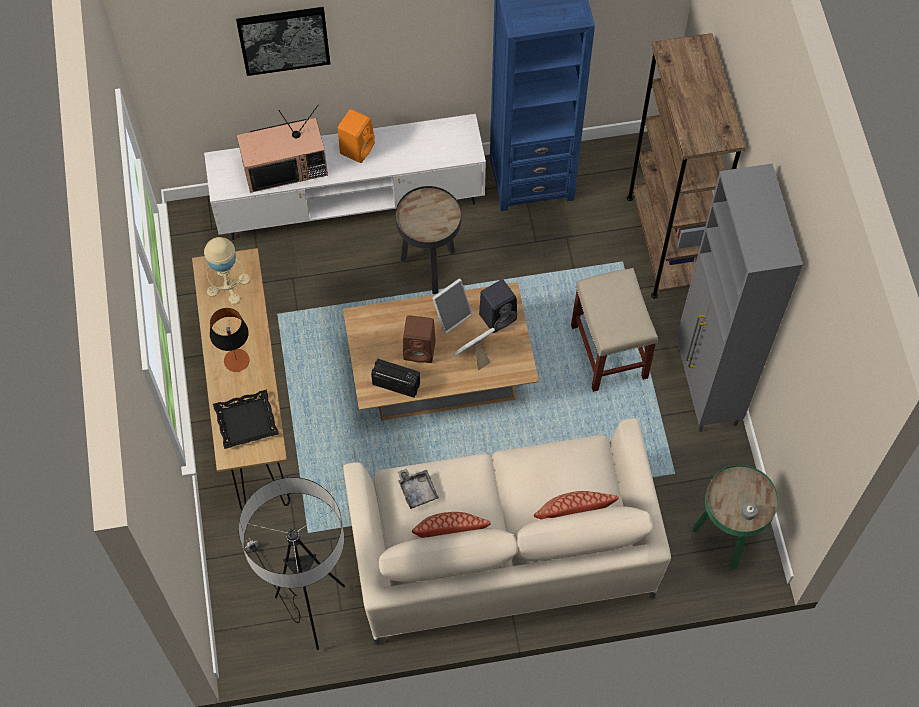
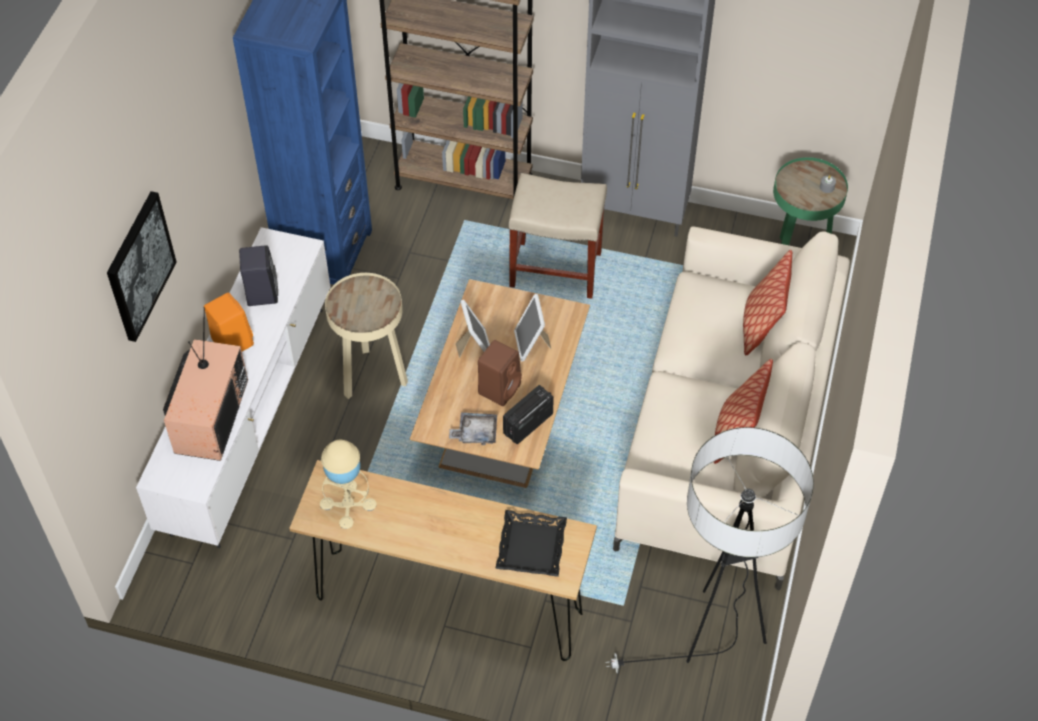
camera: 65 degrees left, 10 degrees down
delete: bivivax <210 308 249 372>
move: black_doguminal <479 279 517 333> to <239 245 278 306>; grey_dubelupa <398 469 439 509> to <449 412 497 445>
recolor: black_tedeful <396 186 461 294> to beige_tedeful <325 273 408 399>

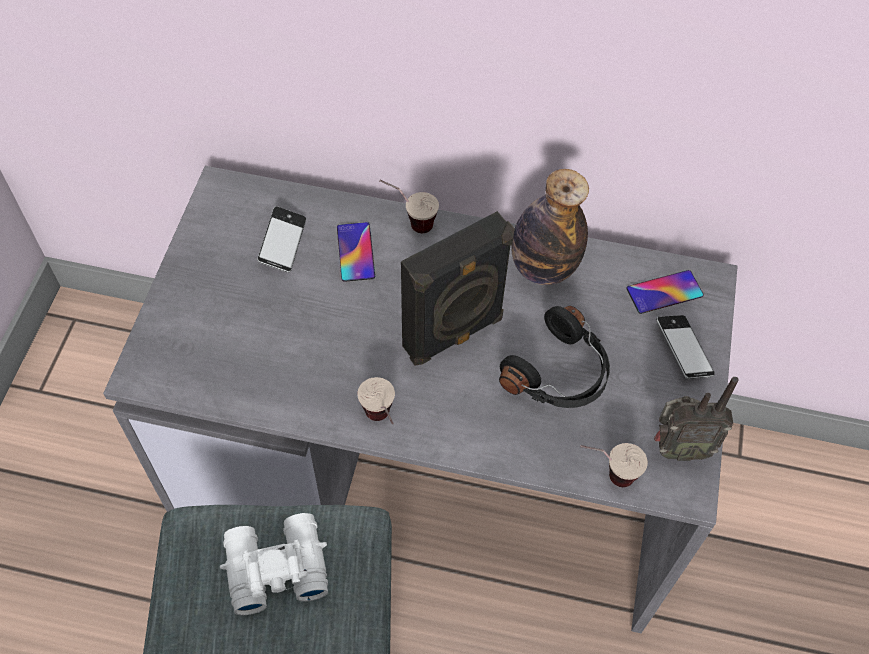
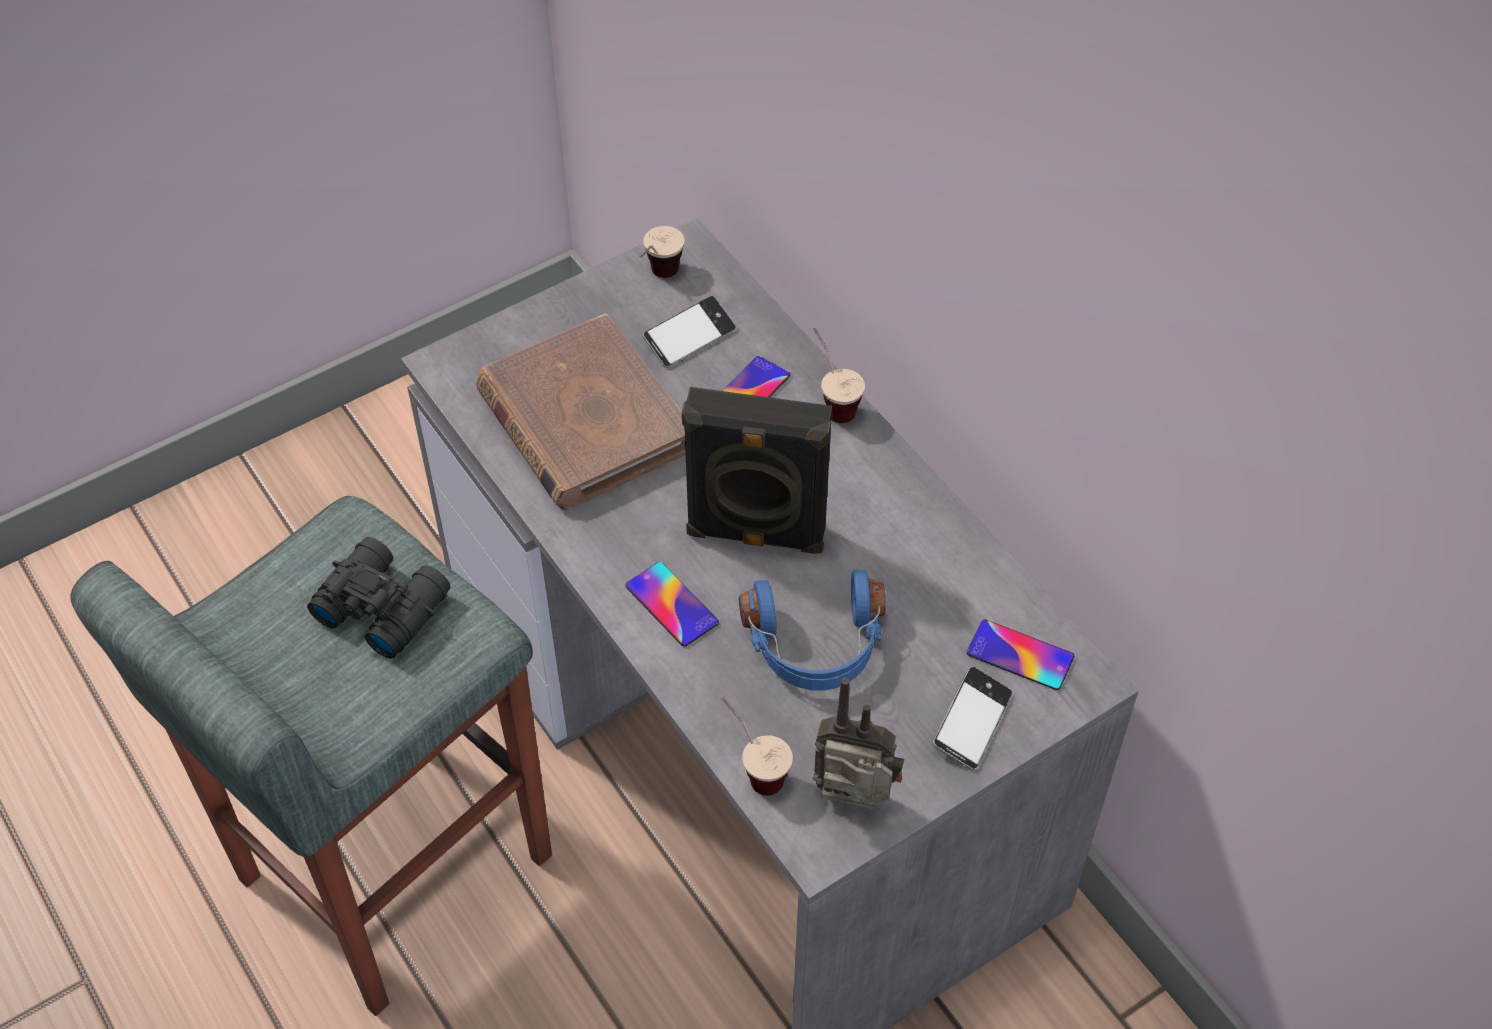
camera: 45 degrees right, 5 degrees down
delete: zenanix <511 169 589 285>
insert: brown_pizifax <476 313 686 510>; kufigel <625 562 719 647>
move: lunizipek <357 377 395 425> to <640 226 684 278>
recolor: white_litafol <220 513 328 615> to black_litafol <307 537 450 658>; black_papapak <499 306 610 408> to blue_papapak <739 570 886 691>
rotate: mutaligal <654 377 739 461> = <813 677 904 810> 150 degrees clockwise

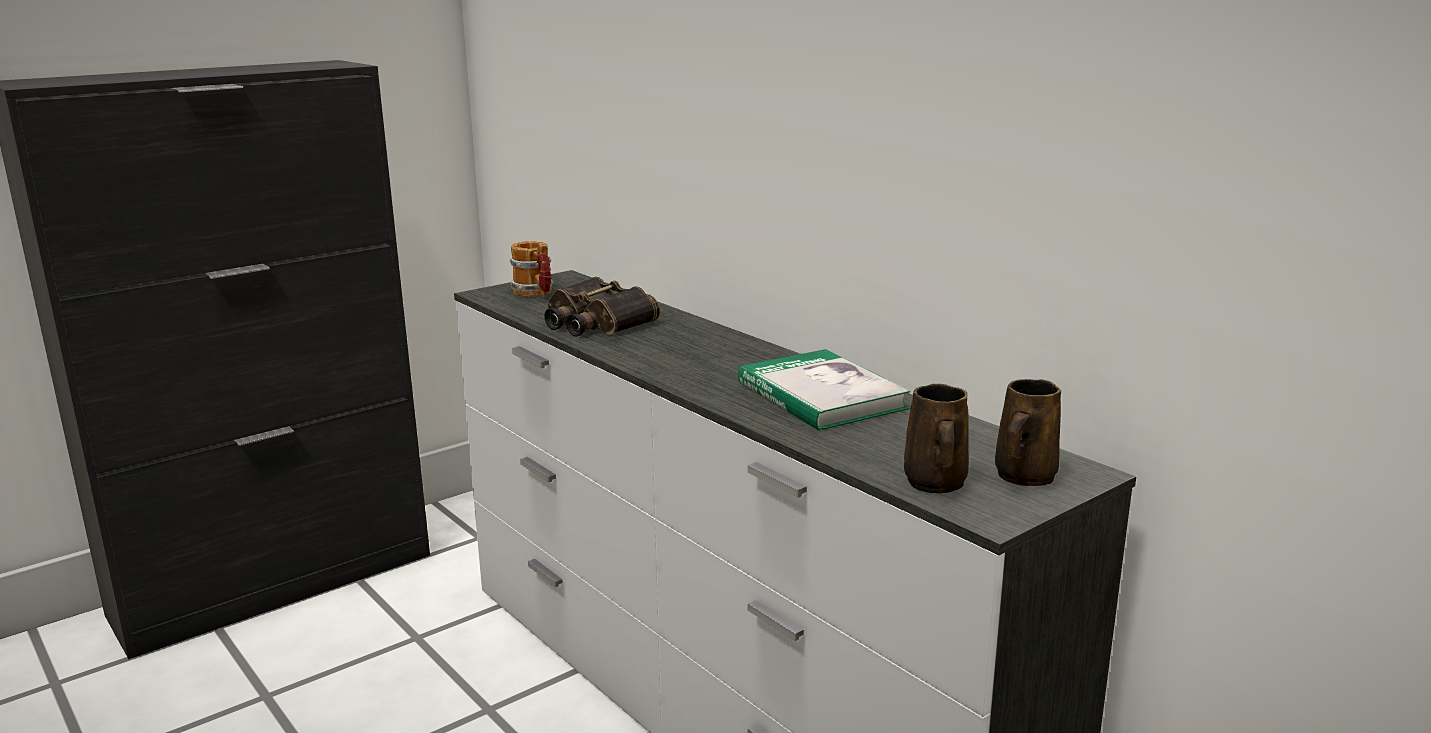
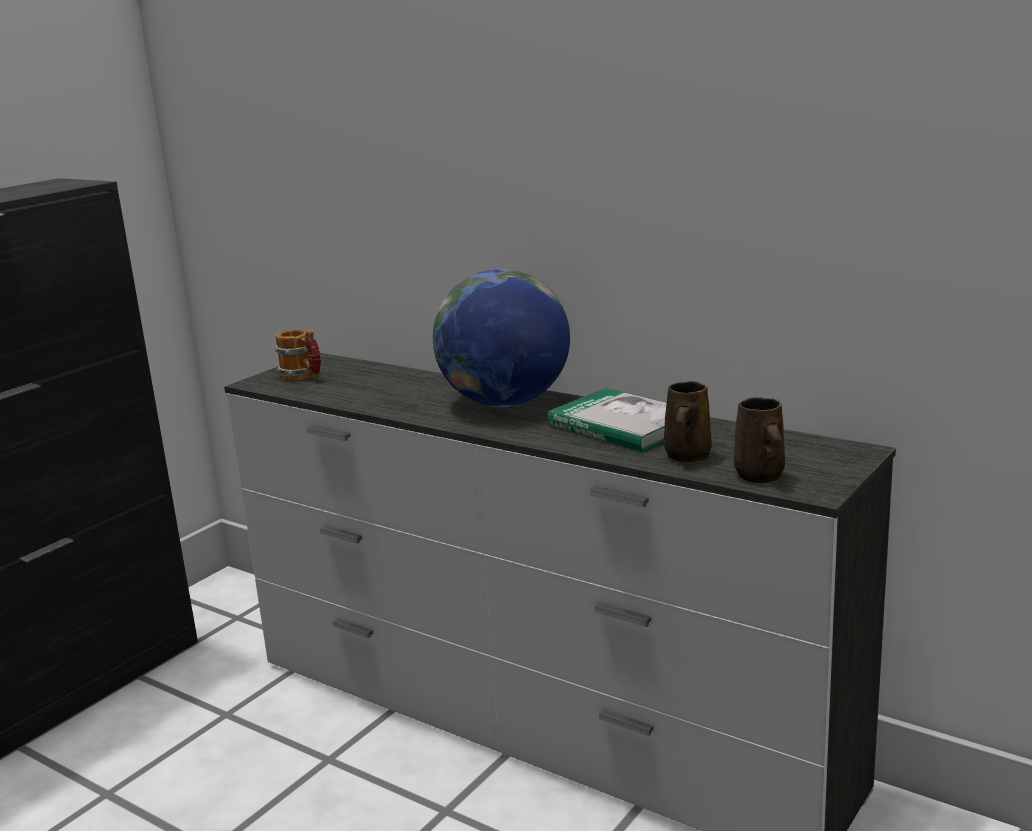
camera: 15 degrees left, 0 degrees up
delete: litafol <544 277 660 337>
insert: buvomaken <433 269 570 407>
move: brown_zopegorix <995 379 1061 486> to <664 381 712 462>

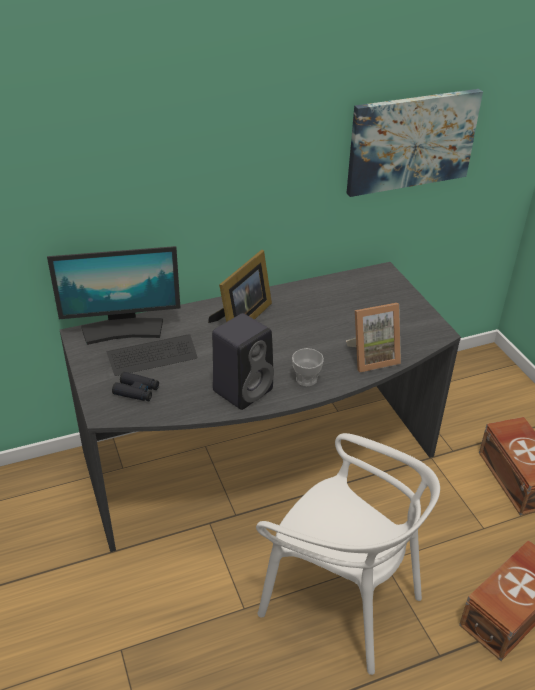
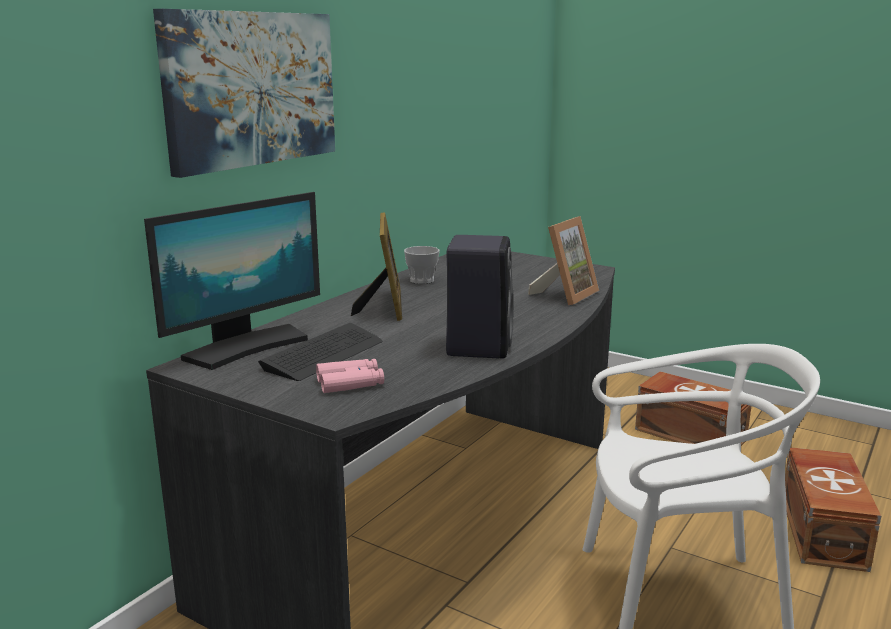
camera: 35 degrees left, 20 degrees down
move: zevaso <346 89 483 197> to <153 9 335 178>; lunizipek <292 348 324 386> to <404 246 439 284>
recolor: black_litafol <112 372 159 401> to pink_litafol <316 359 384 393>

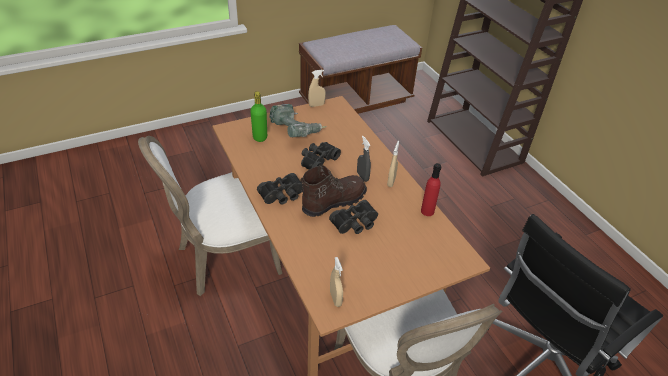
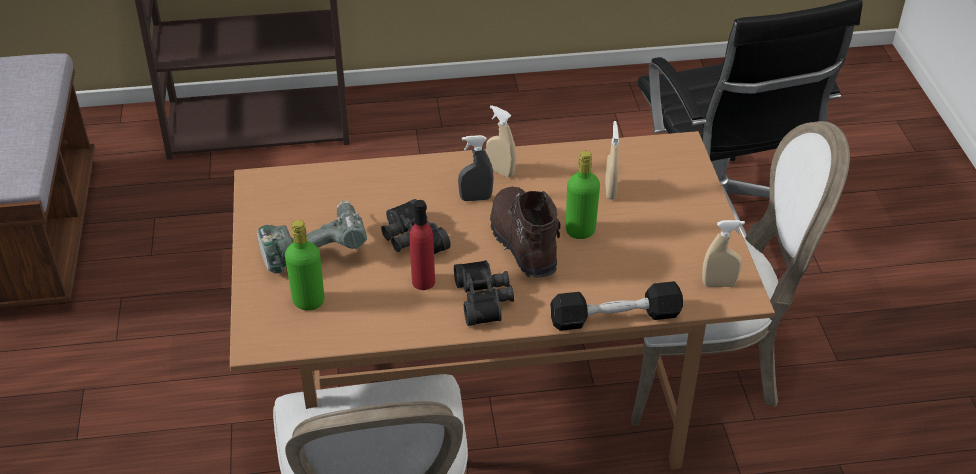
camera: 70 degrees left, 0 degrees up
insert: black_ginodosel <550 281 683 331>
move: red_zenanix <421 163 441 216> to <410 200 435 290>; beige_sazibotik <308 69 326 107> to <605 121 619 200>
replace: black_litafol <329 200 378 234> to green_zenanix <566 151 600 239>

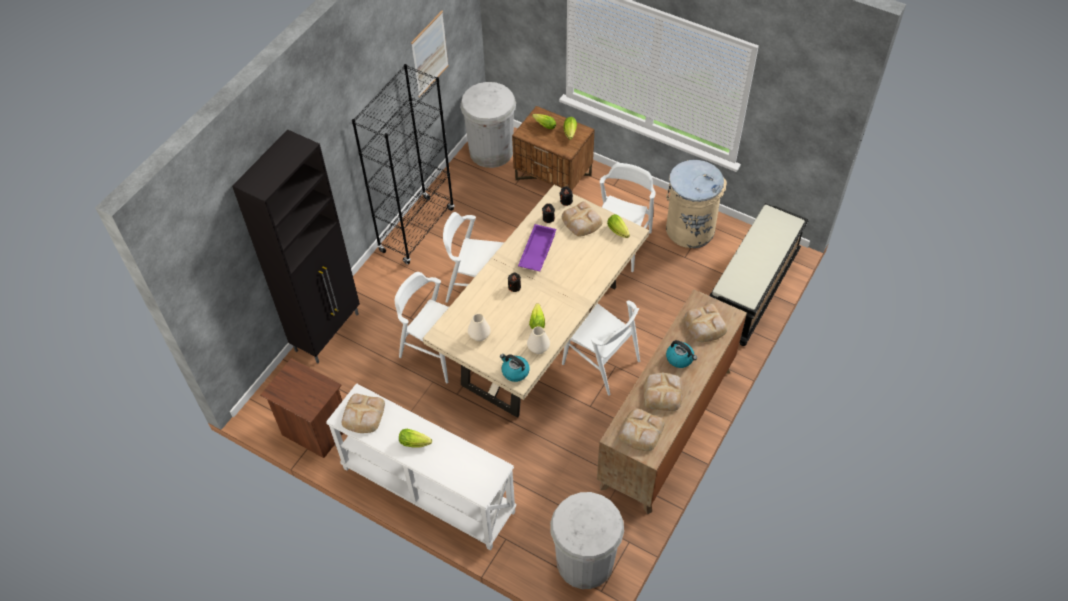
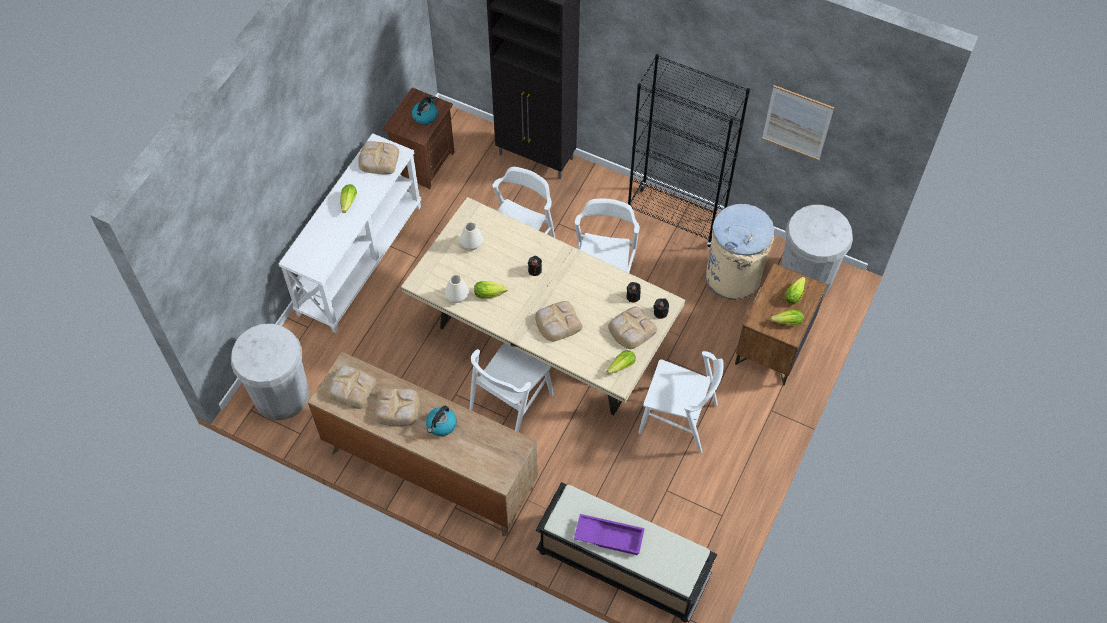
camera: 85 degrees right, 5 degrees up
move: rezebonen <500 354 530 382> to <412 95 438 125>; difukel <685 304 727 342> to <535 301 583 342>; purple_dubelupa <518 224 557 271> to <574 514 645 555>; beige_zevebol <666 160 727 248> to <706 204 774 300>

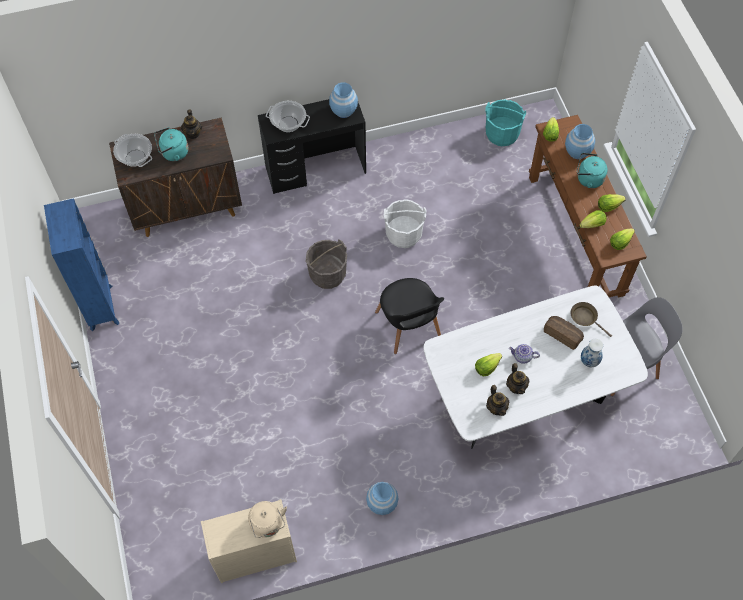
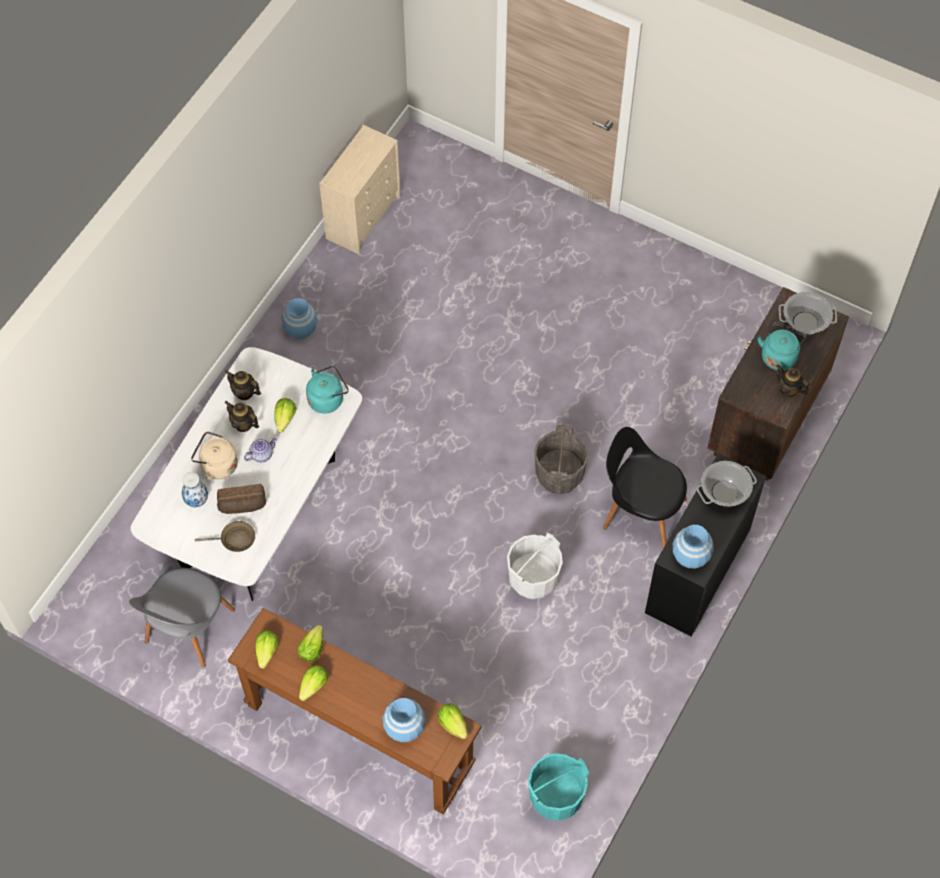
camera: 135 degrees right, 0 degrees up
delete: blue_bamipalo <44 198 120 331>
move: beige_rezebonen <248 501 287 538> to <191 431 238 480>; turquoise_rezebonen <577 153 608 188> to <306 365 349 414>; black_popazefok <375 278 444 354> to <603 427 687 548>

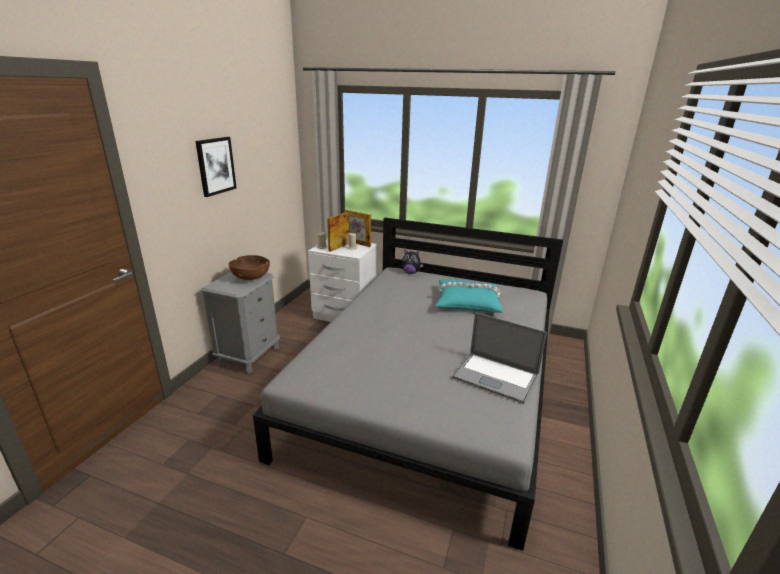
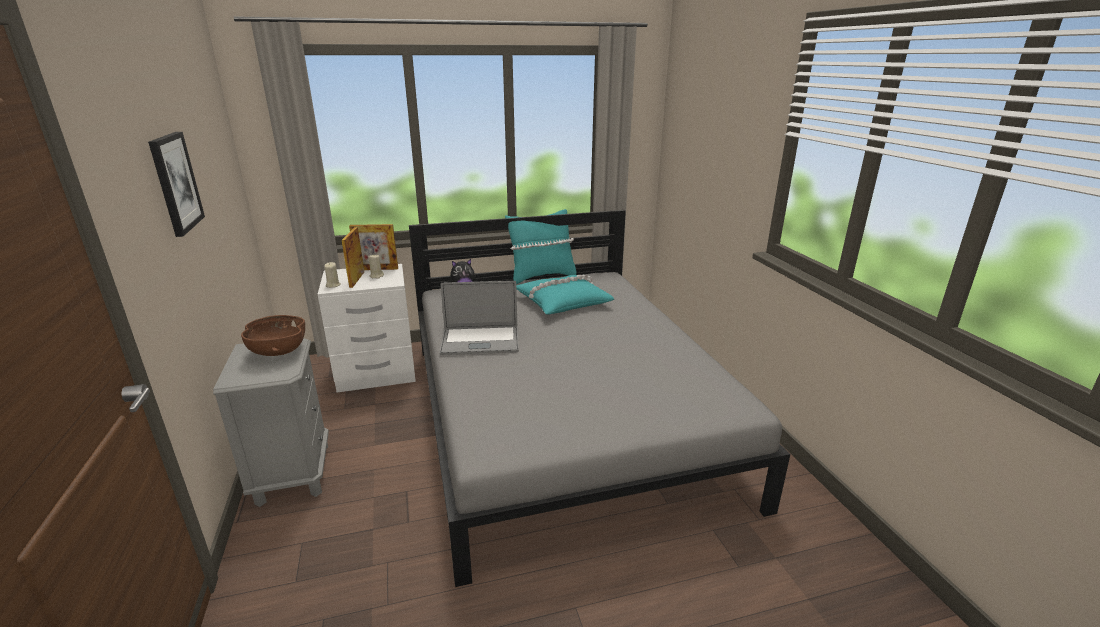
camera: 35 degrees left, 0 degrees up
insert: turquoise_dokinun <505 209 576 284>
move: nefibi <452 312 547 404> to <440 281 519 355>

